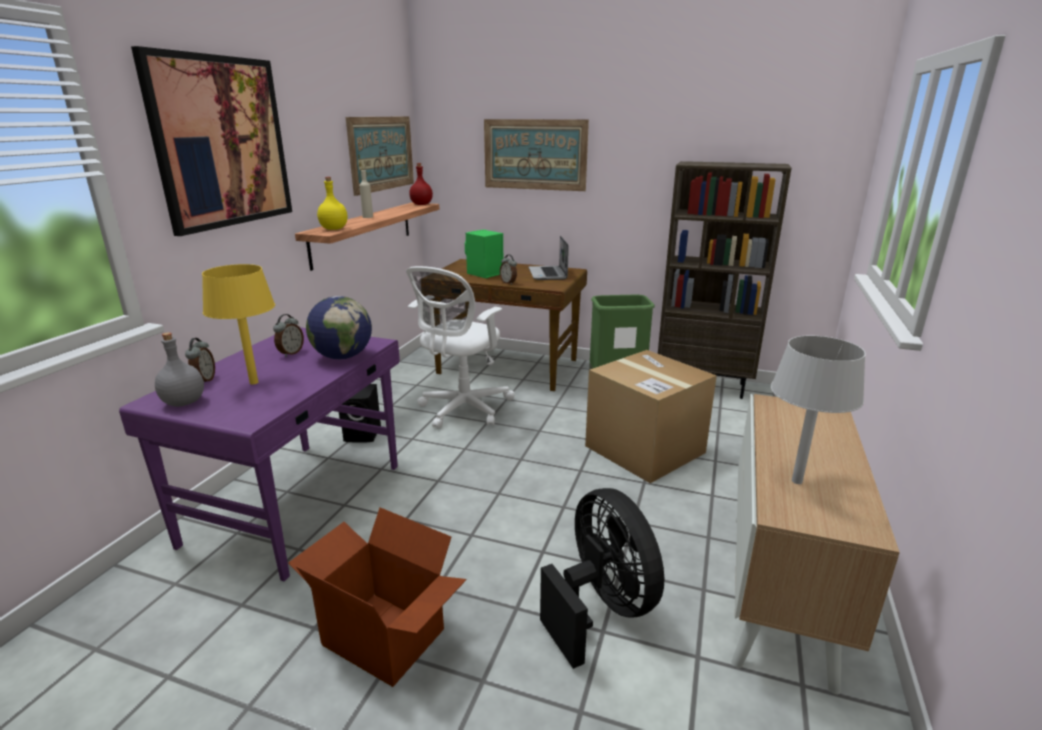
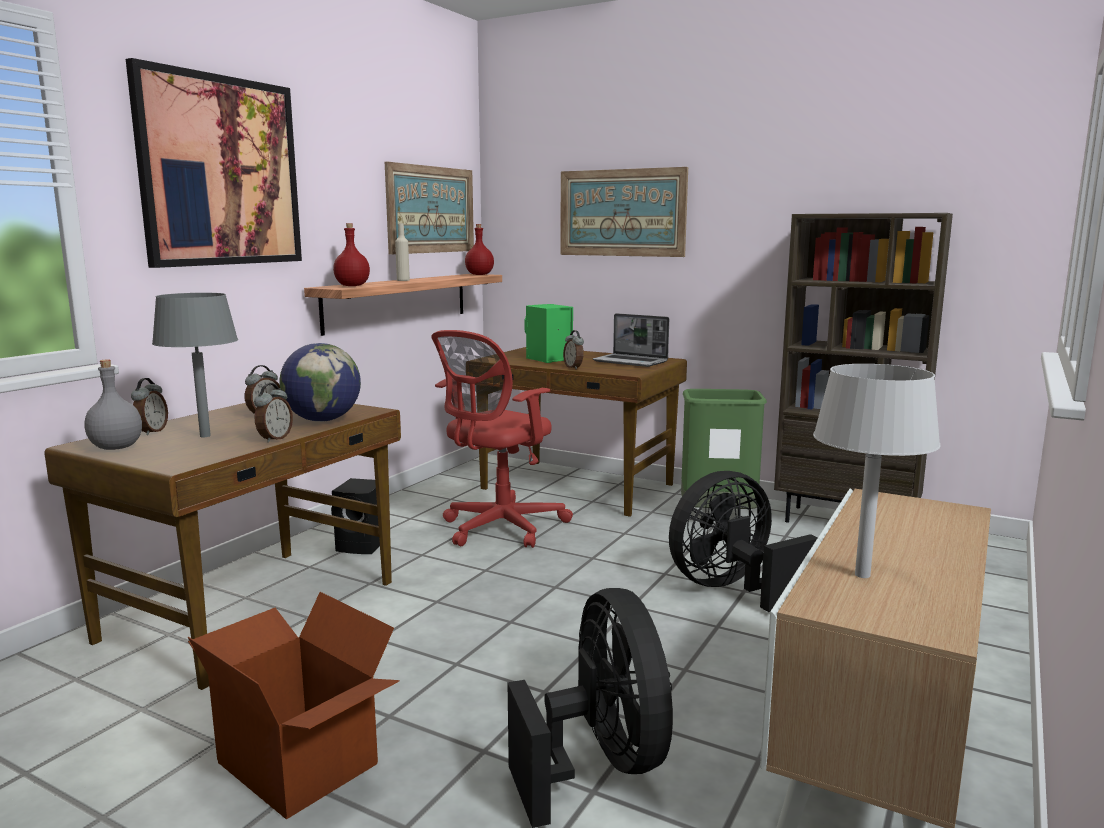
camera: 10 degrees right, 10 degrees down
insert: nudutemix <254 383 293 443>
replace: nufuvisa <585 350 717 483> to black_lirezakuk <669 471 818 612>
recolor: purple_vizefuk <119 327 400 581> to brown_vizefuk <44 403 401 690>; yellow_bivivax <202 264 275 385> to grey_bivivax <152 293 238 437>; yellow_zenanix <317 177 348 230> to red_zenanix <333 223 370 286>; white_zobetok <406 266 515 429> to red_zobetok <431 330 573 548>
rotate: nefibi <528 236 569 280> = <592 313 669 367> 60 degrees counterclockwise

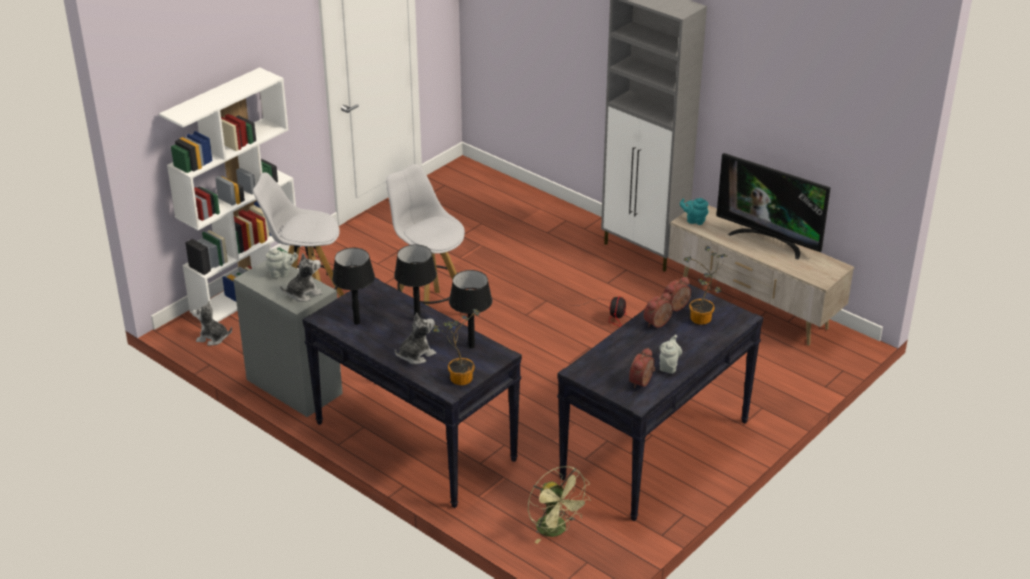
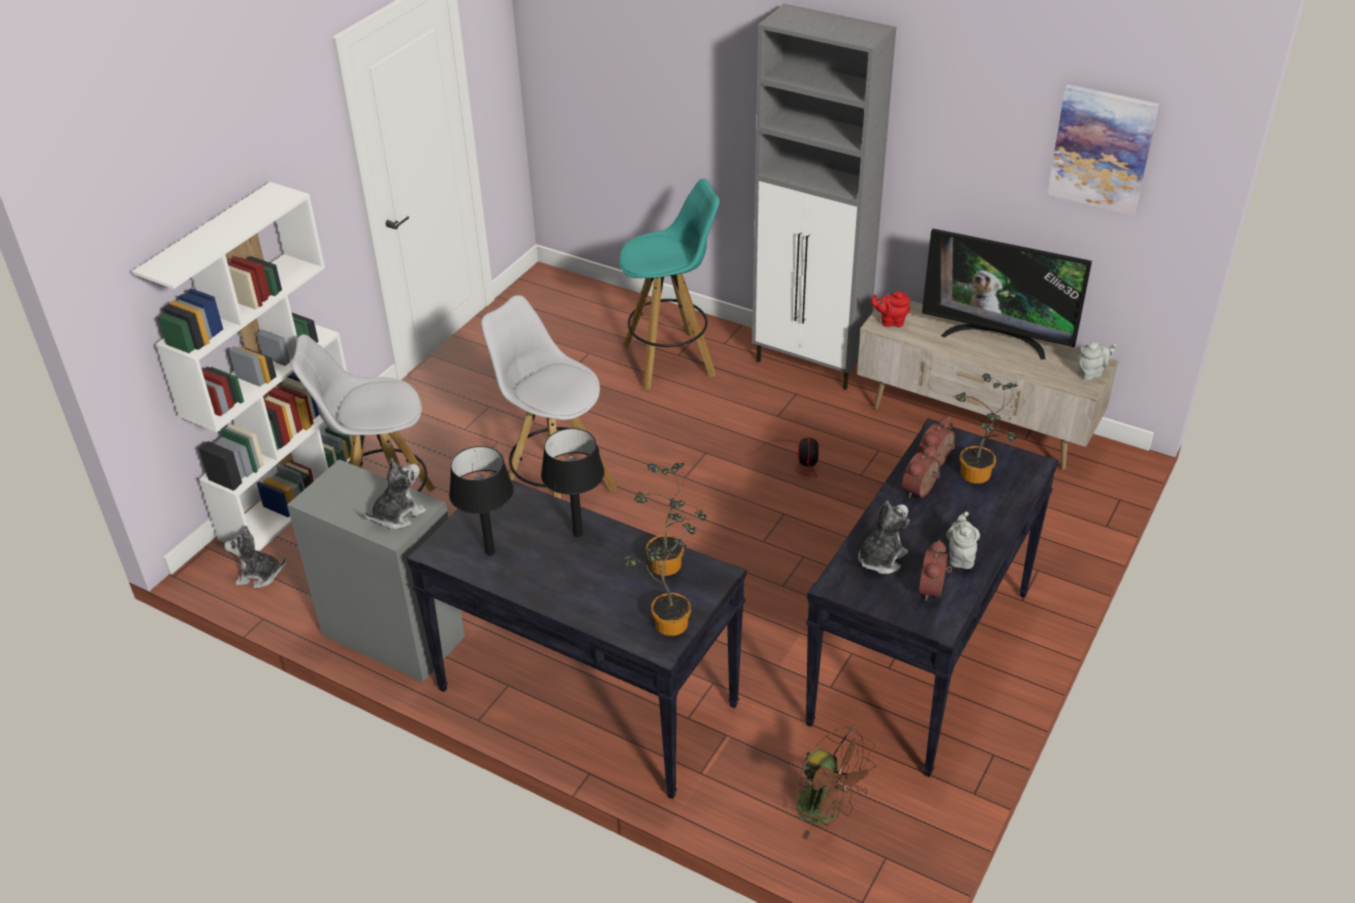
camera: 10 degrees left, 5 degrees up
insert: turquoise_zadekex <619 179 720 390>; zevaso <1047 84 1159 216>
move: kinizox <395 313 436 364> to <858 501 910 574>; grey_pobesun <266 249 298 278> to <1078 342 1116 380>
replace: black_bivivax <449 270 492 348> to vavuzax <634 463 707 576>
recolor: green_lirezakuk <528 466 591 544> to brown_lirezakuk <796 726 877 839>; turquoise_pobesun <680 198 709 225> to red_pobesun <871 292 910 327>

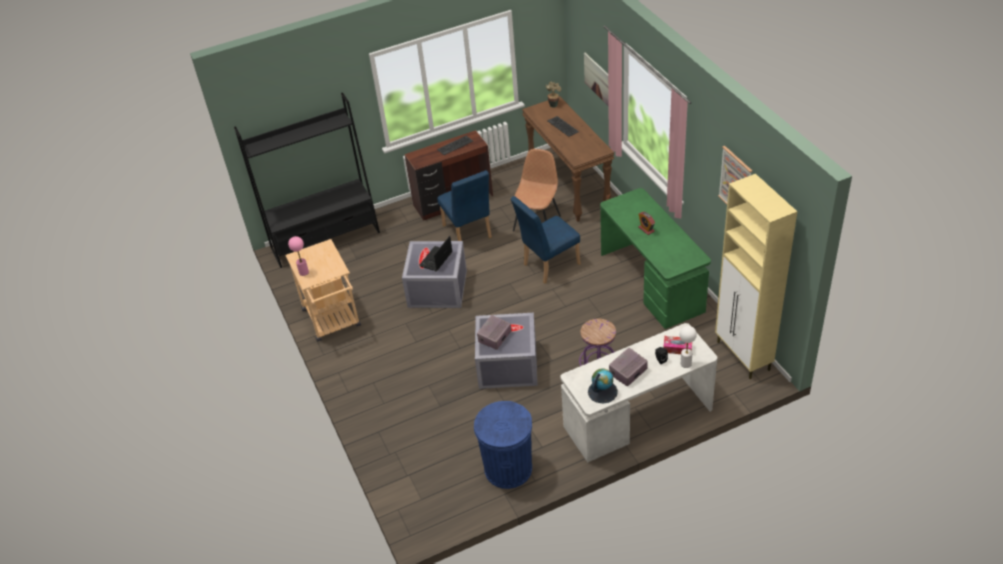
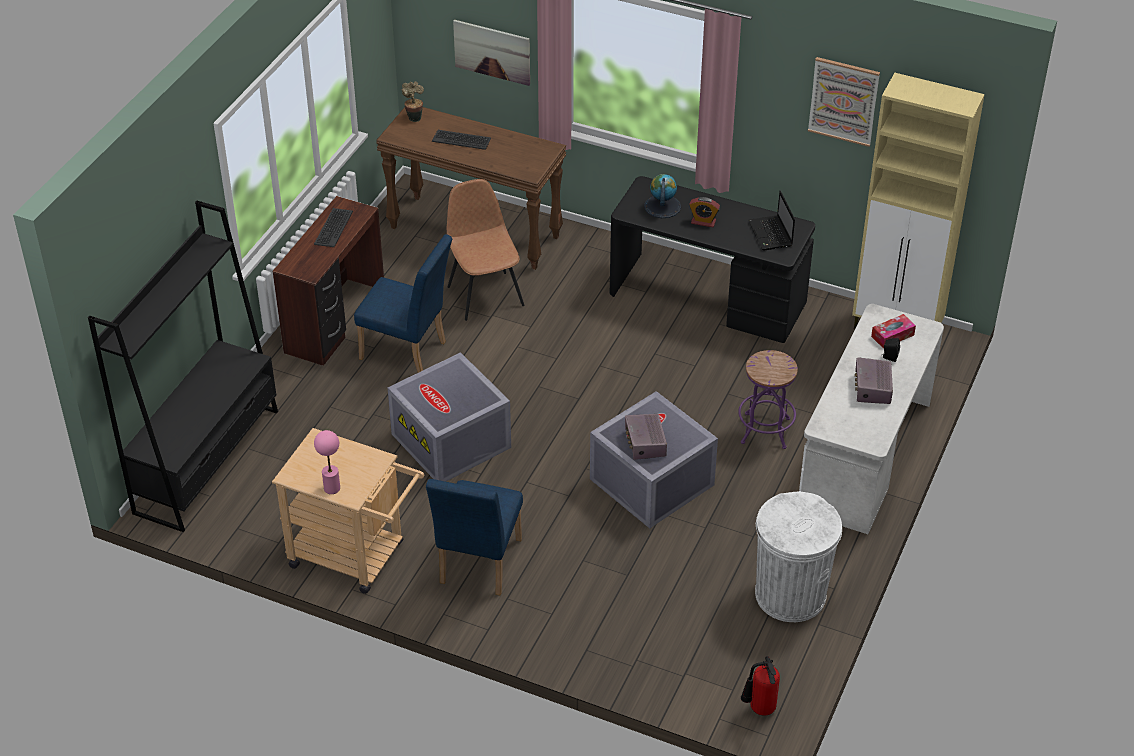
camera: 45 degrees left, 0 degrees up
delete: white_bivivax <679 326 697 368>
insert: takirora <741 656 780 716>
move: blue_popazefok <511 196 581 283> to <426 479 523 596>; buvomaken <588 368 618 404> to <644 174 681 218>; nefibi <419 236 453 271> to <748 191 795 251>
recolor: green_vizefuk <600 188 711 329> to black_vizefuk <610 176 815 343>; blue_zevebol <474 401 532 489> to white_zevebol <755 491 842 622>

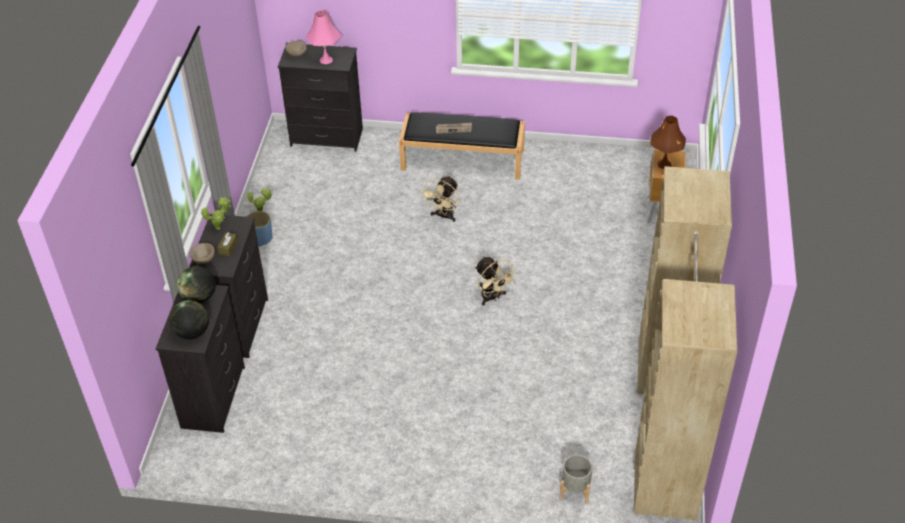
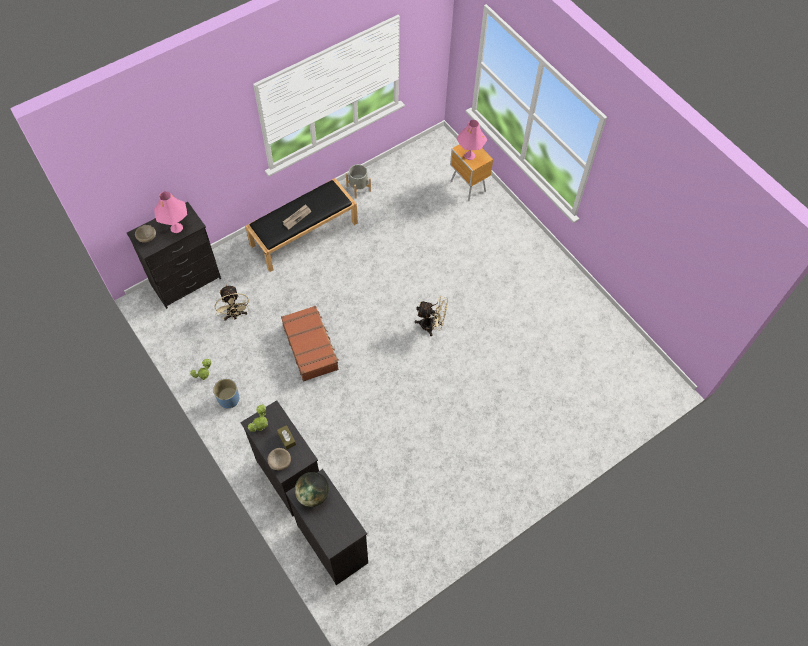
camera: 45 degrees left, 15 degrees up
delete: buvomaken <170 300 209 340>; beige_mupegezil <634 166 737 520>
insert: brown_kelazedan <281 306 339 382>
move: beige_lirezakuk <422 176 460 222> to <215 285 250 321>; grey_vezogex <559 454 593 504> to <346 164 371 199>
recolor: brown_bivivax <650 116 686 169> to pink_bivivax <456 120 487 160>

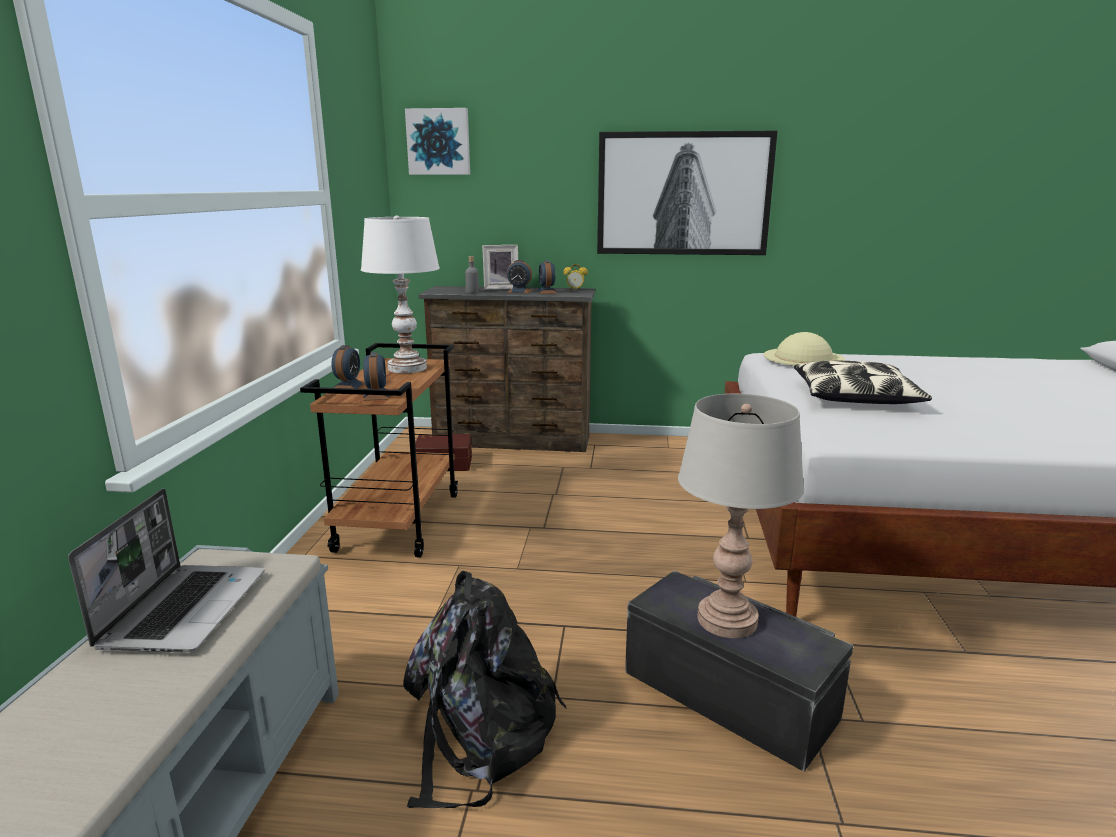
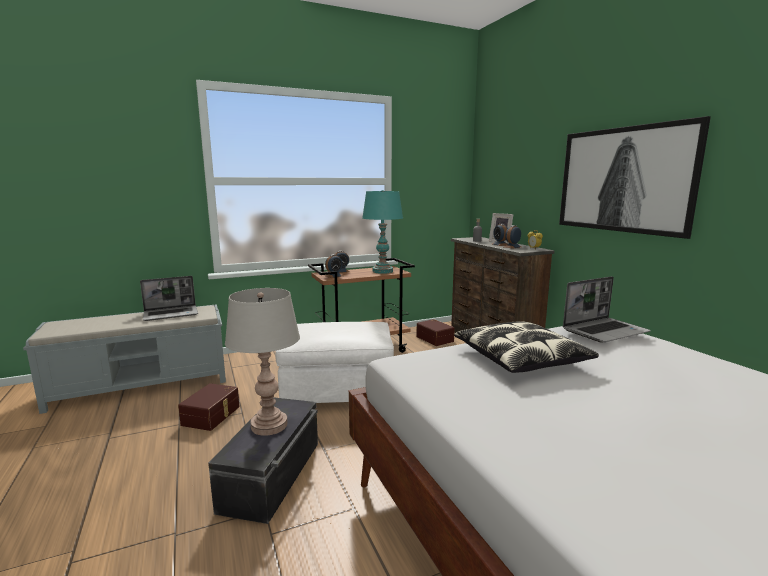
camera: 60 degrees right, 5 degrees down
delete: zevaso <405 108 470 175>
insert: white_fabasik <275 322 394 403>
replace: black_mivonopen <403 571 567 808> to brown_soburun <178 383 240 431>; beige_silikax <764 332 845 366> to nefibi <563 276 651 342>
recolor: white_bivivax <361 215 440 373> to turquoise_bivivax <362 190 403 274>

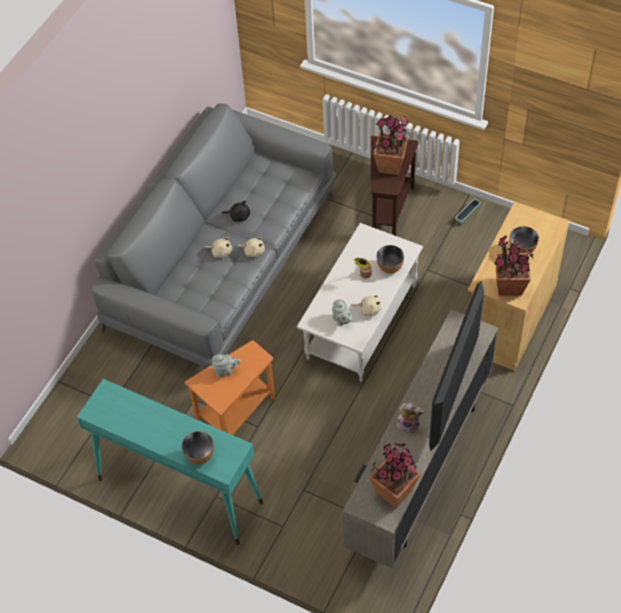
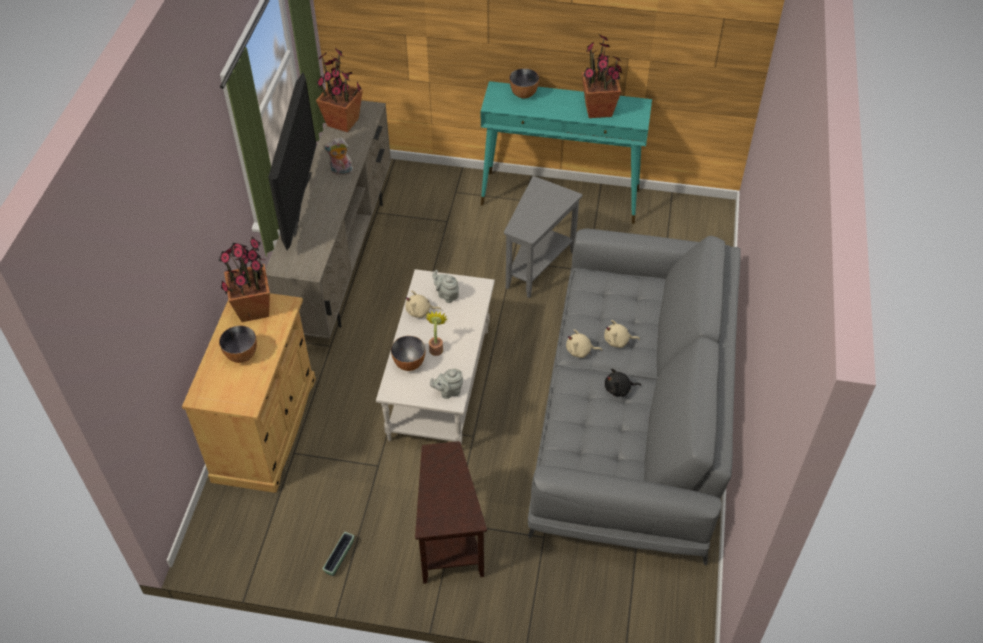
camera: 160 degrees right, 5 degrees down
move: grey_pobesun <212 354 241 377> to <430 369 463 399>; vavuzax <372 115 409 175> to <582 34 622 118>
recolor: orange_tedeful <185 340 275 435> to grey_tedeful <504 176 583 298>

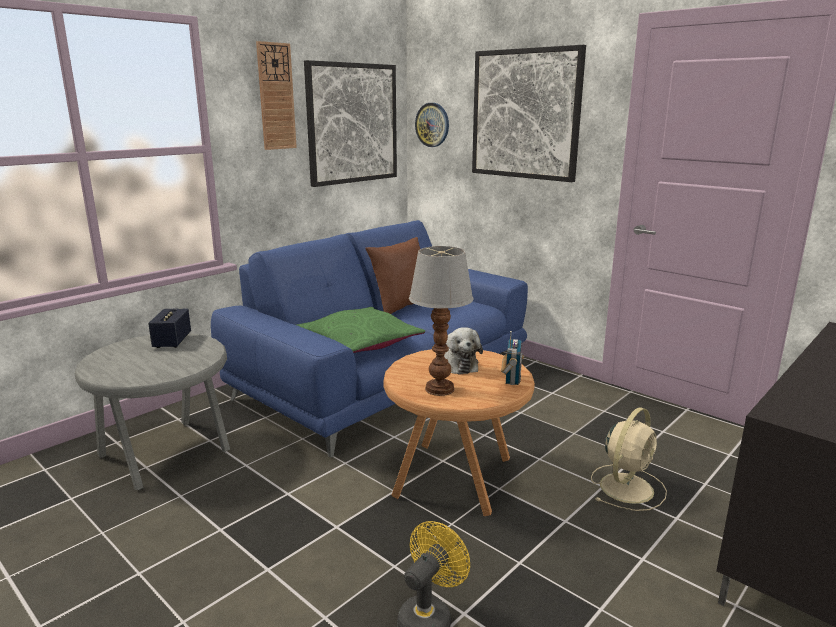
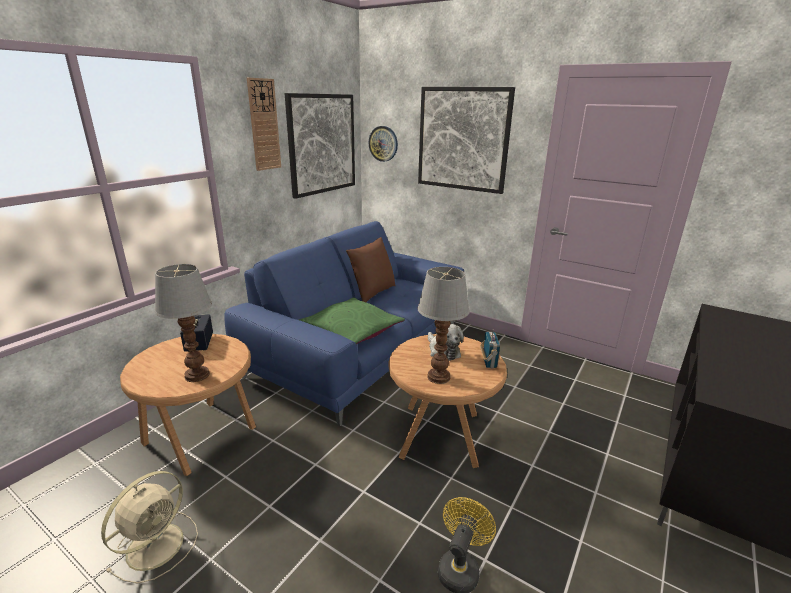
camera: 10 degrees left, 5 degrees up
insert: bivivax <155 264 212 382>
move: beige_lirezakuk <591 407 667 511> to <101 471 198 584>
recolor: grey_tedeful <75 333 230 490> to brown_tedeful <120 334 256 476>

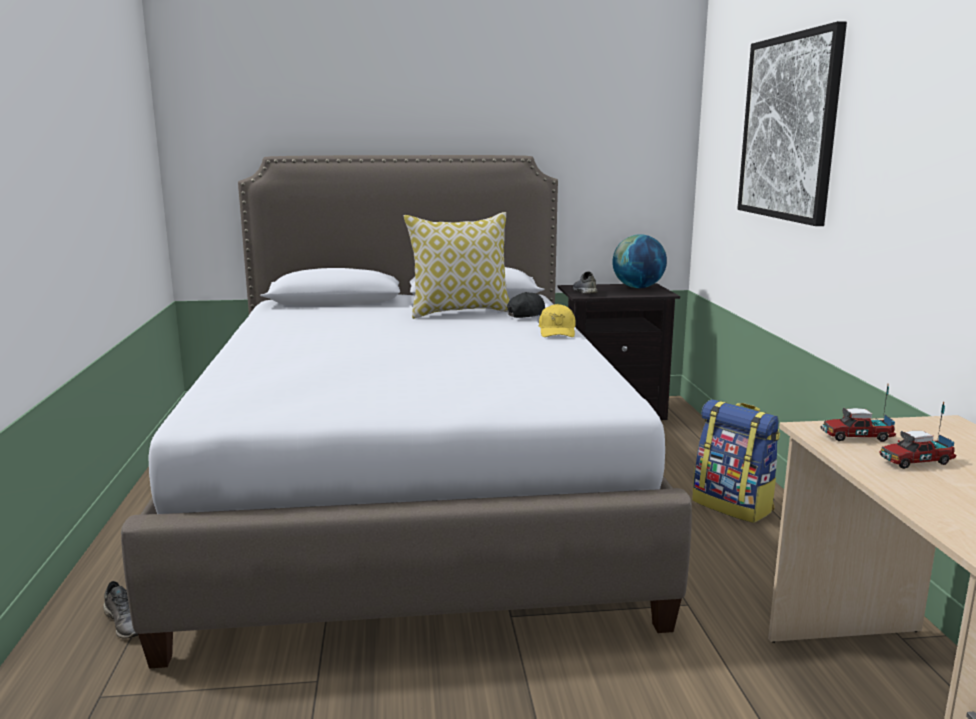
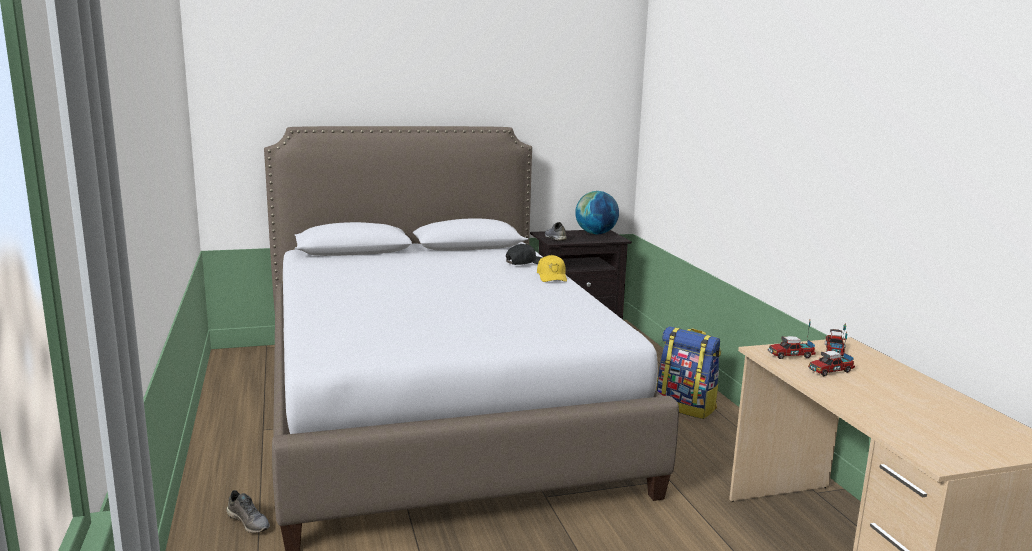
camera: 10 degrees left, 0 degrees up
delete: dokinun <404 212 510 319>; zevaso <737 21 847 226>
insert: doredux <825 325 846 356>

